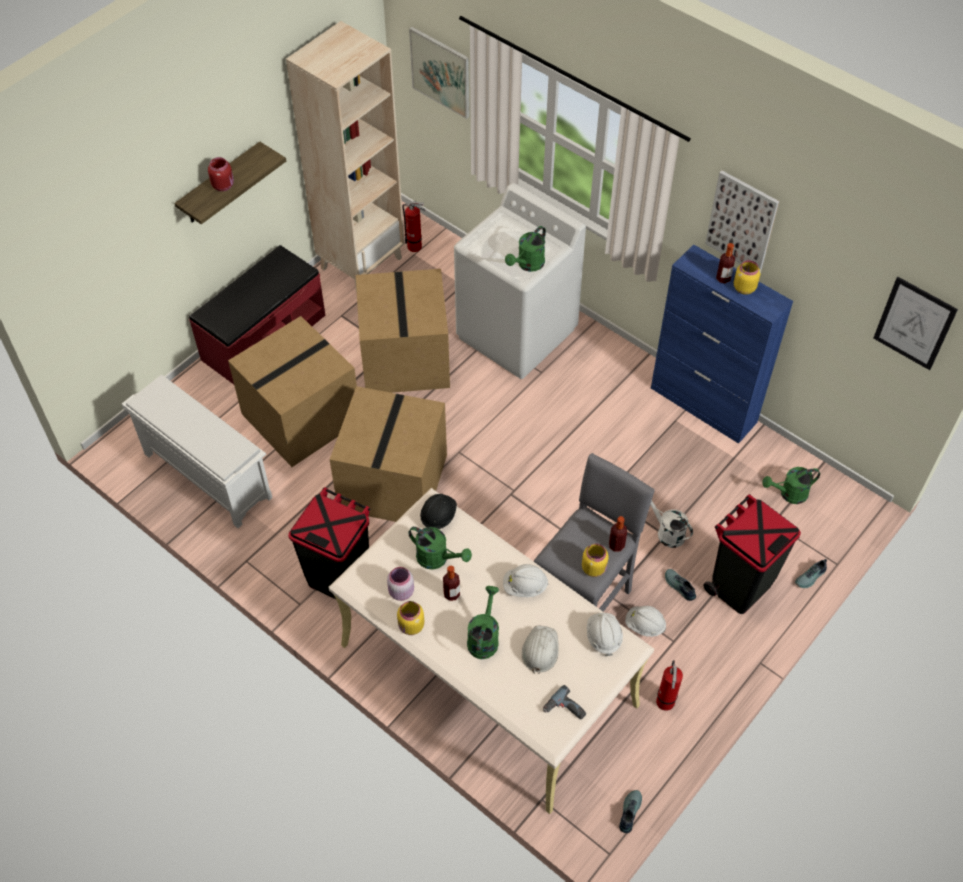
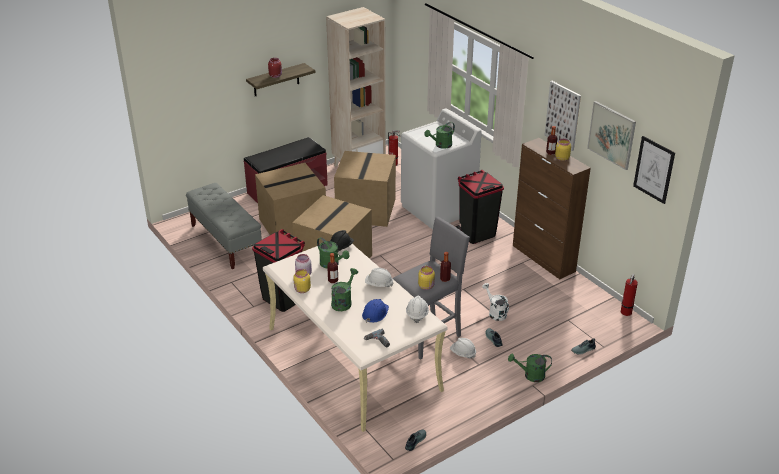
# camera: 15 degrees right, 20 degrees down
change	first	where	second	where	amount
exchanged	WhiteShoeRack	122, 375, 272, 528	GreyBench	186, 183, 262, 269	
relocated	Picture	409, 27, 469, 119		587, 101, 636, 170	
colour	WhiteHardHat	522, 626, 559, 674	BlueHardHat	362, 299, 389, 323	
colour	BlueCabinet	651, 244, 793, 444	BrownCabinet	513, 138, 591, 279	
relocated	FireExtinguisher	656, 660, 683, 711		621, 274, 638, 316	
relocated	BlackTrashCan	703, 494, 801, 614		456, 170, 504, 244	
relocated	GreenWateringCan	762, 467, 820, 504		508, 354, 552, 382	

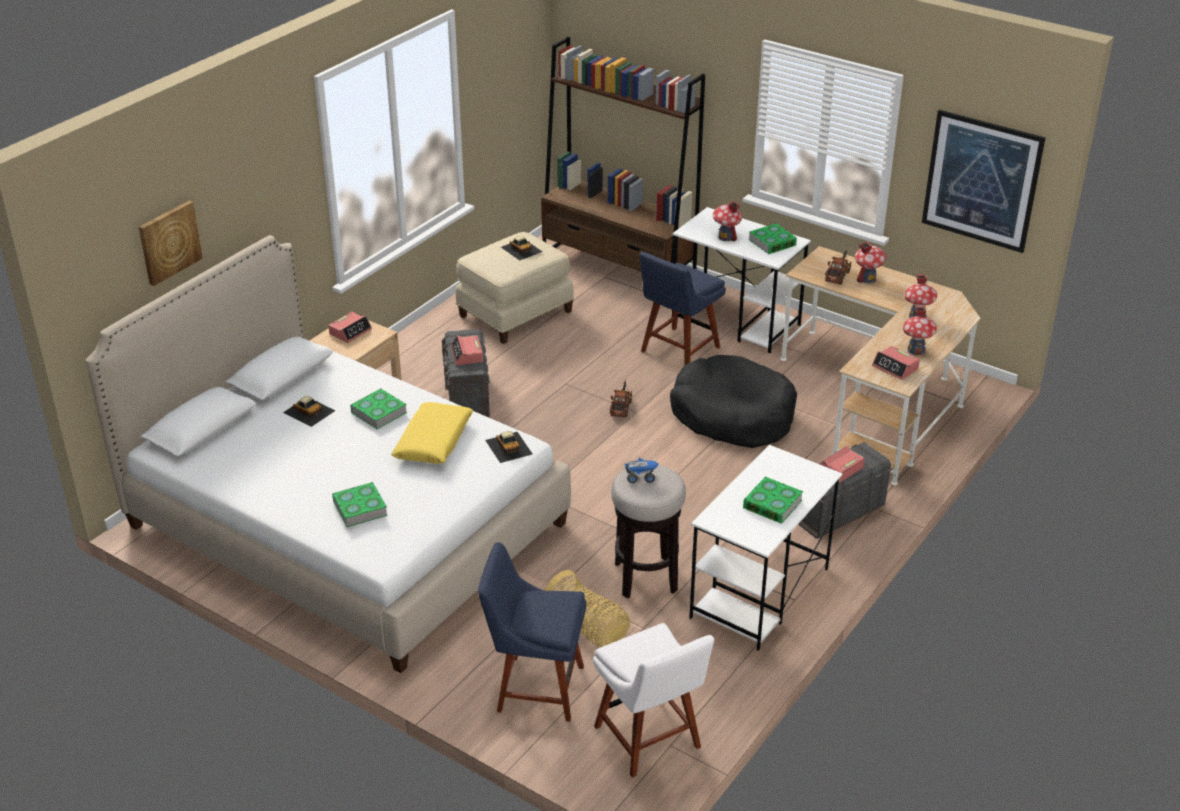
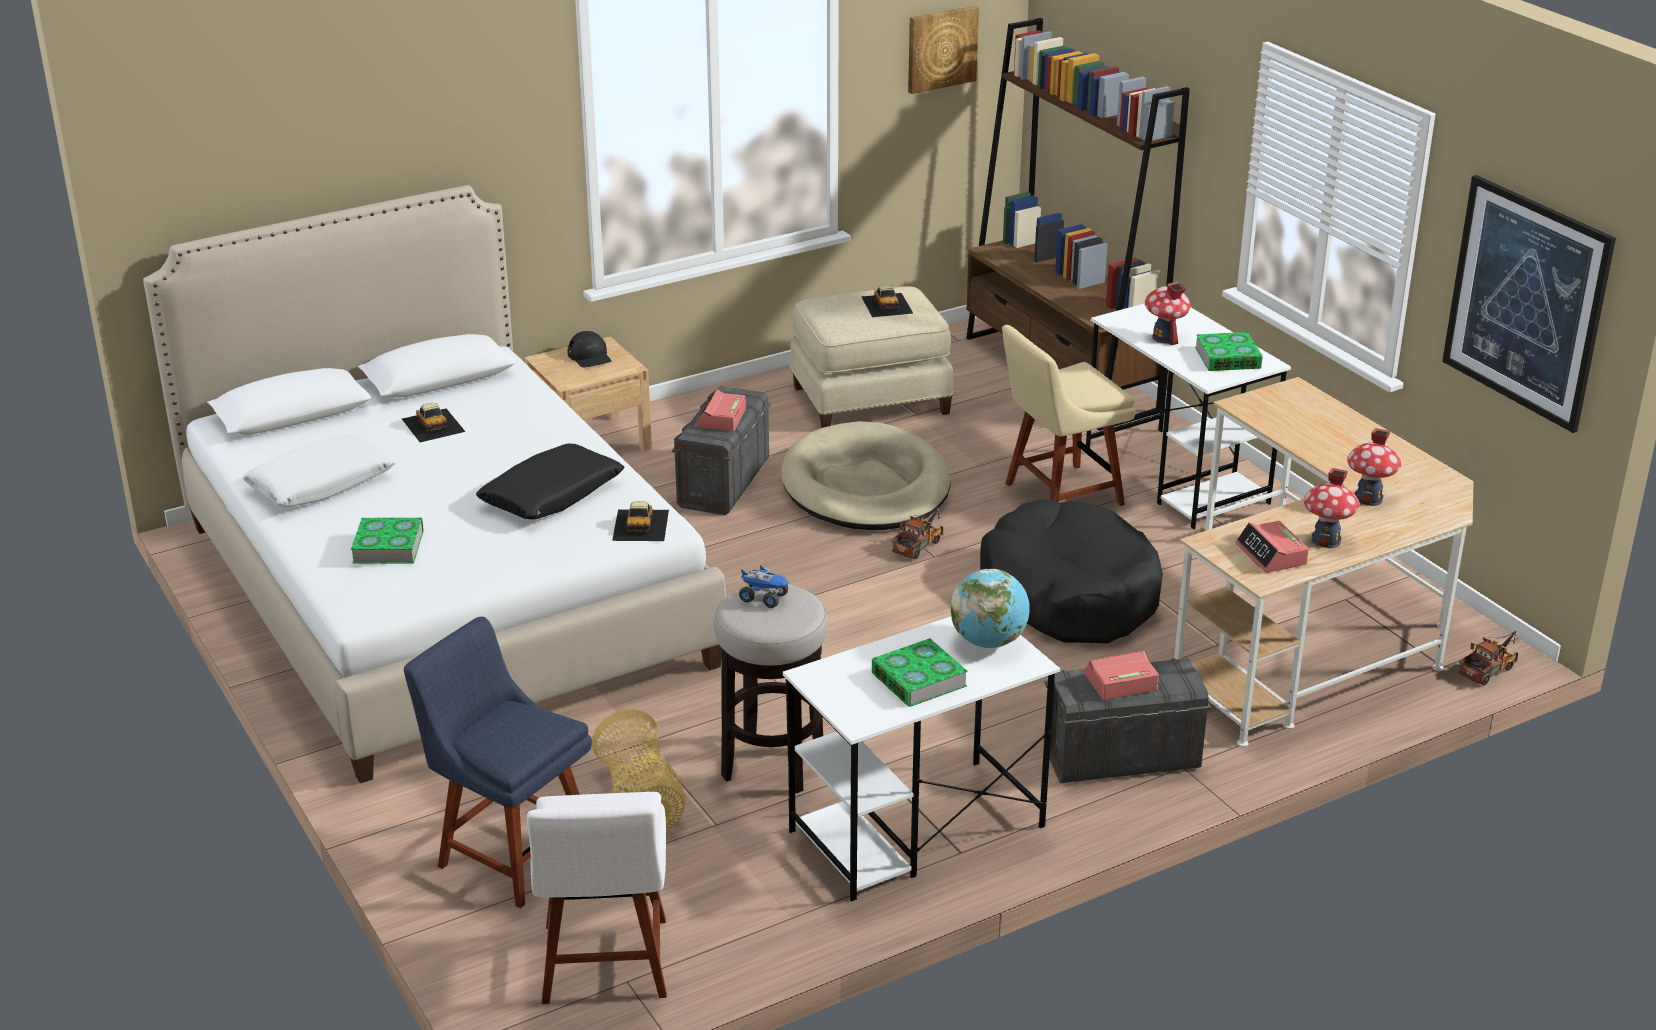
# camera: 25 degrees right, 5 degrees down
change	first	where	second	where	amount
relocated	Picture	139, 201, 203, 286		908, 5, 979, 94	
exchanged	AlarmClock	328, 312, 372, 343	BlackCap	568, 331, 612, 368	
missing	Book	350, 389, 407, 429			
colour	YellowPillow	391, 402, 473, 464	BlackPillow	476, 443, 624, 519	
colour	BlueChair	639, 252, 726, 365	BeigeChair	1002, 325, 1136, 506	
relocated	ToyTruck	825, 249, 851, 285		1459, 631, 1518, 685	
missing	ToyHouse	855, 241, 886, 283			
appeared			WhitePillow	243, 435, 395, 507	
appeared			BeigeDogBed	781, 421, 951, 530	
appeared			Globe	951, 569, 1030, 648	

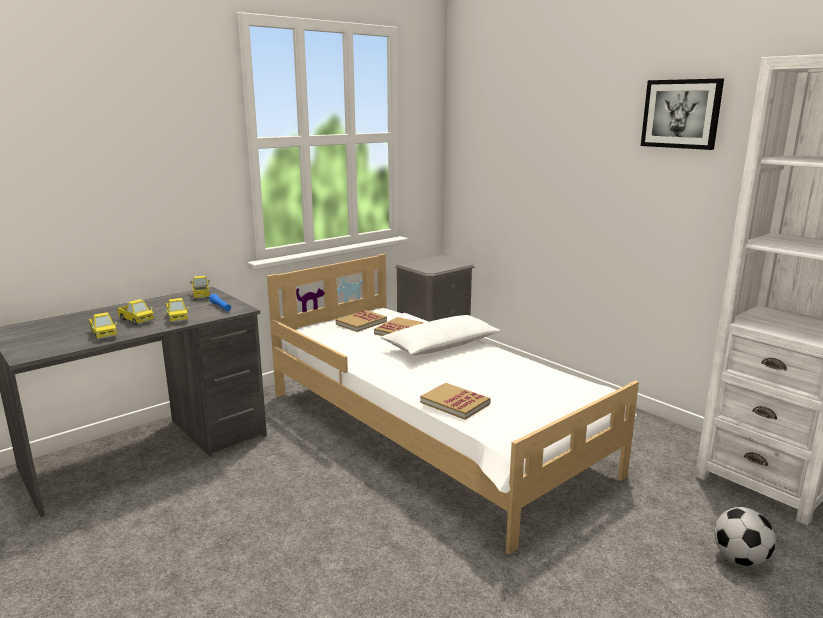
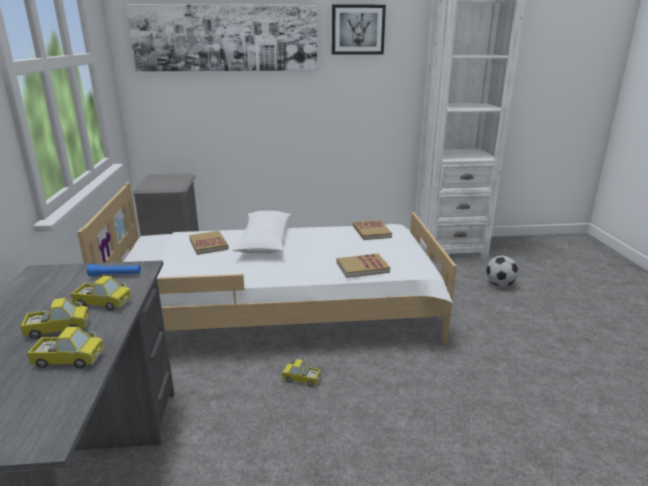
# camera: 55 degrees left, 5 degrees up
change	first	where	second	where	amount
relocated	ToyTruck	190, 276, 210, 299		282, 359, 321, 387	
relocated	Book	336, 310, 387, 332		353, 220, 392, 240	
appeared			Picture	126, 4, 317, 72	

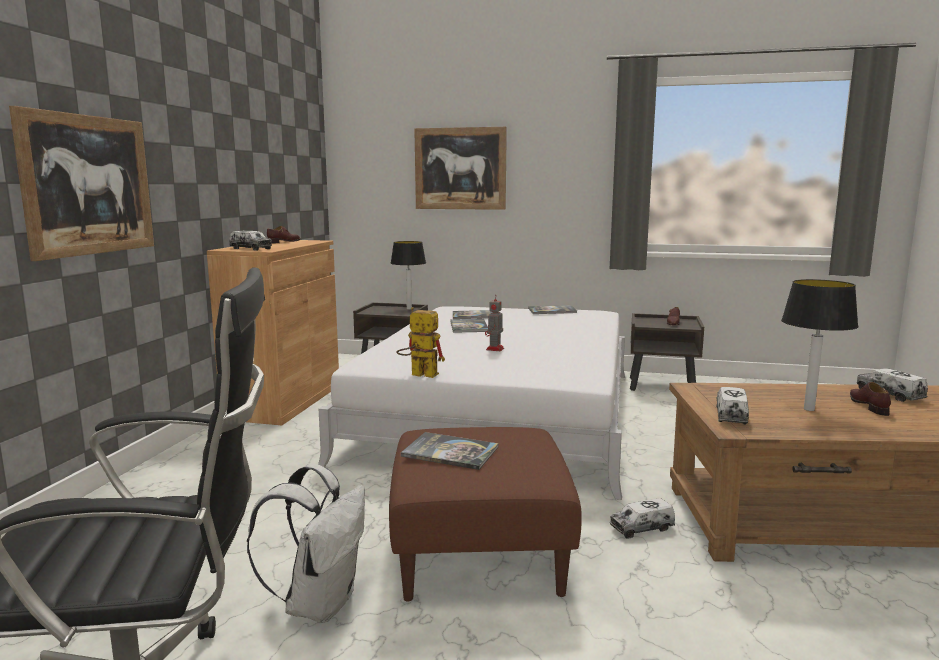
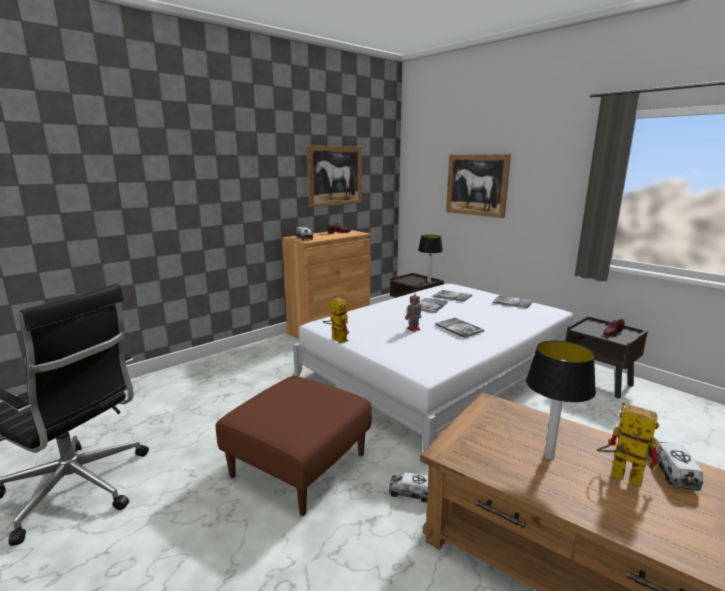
# camera: 35 degrees right, 5 degrees up
change	first	where	second	where	amount
relocated	Picture	9, 106, 154, 261		307, 145, 362, 207	
missing	WhiteBackpack	247, 464, 365, 623			
relocated	Book	401, 432, 499, 470		435, 318, 484, 338	
missing	ToyTruck	716, 387, 749, 425			
exchanged	BrownShoe	850, 382, 891, 416	ToyRobot	597, 402, 659, 487	

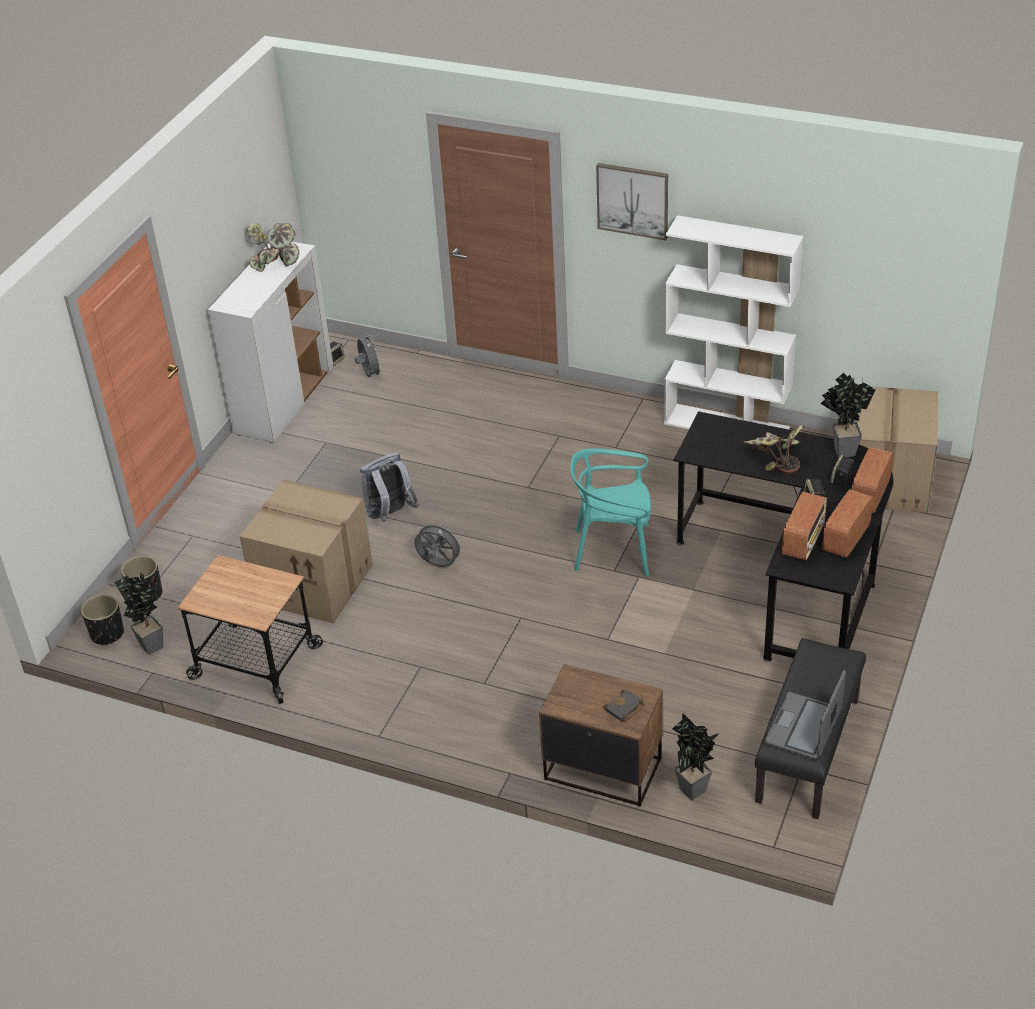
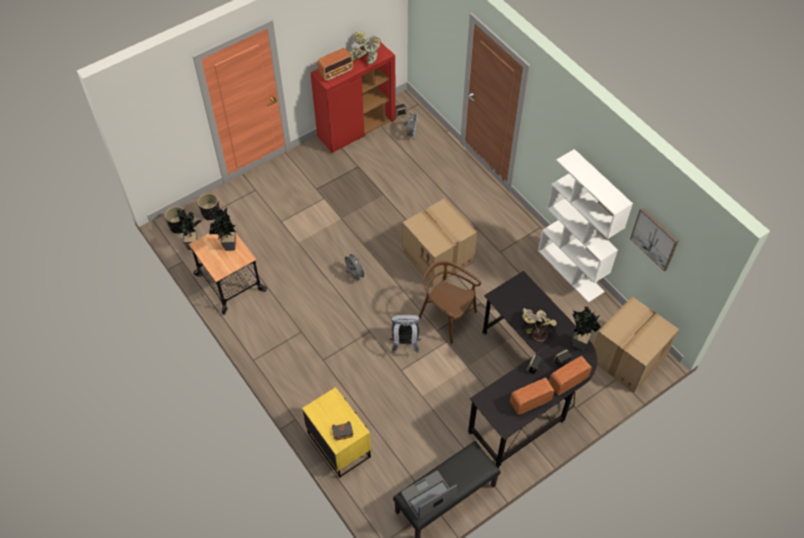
# camera: 30 degrees right, 15 degrees up
change	first	where	second	where	amount
colour	WhiteCabinet	208, 242, 333, 443	RedCabinet	310, 42, 396, 153	
relocated	CardboardBox	240, 480, 373, 623		403, 198, 477, 287	
relocated	GreyBackpack	360, 452, 419, 522		390, 315, 421, 353	
colour	BrownNightstand	539, 664, 663, 807	YellowNightstand	302, 387, 371, 478	
colour	TurquoiseChair	571, 448, 651, 576	BrownChair	419, 261, 481, 344	
relocated	Picture	596, 163, 668, 240		630, 207, 679, 271	
relocated	PottedPlant	672, 713, 718, 800		209, 208, 236, 251	
relocated	Radio	782, 492, 827, 560		317, 48, 353, 81	

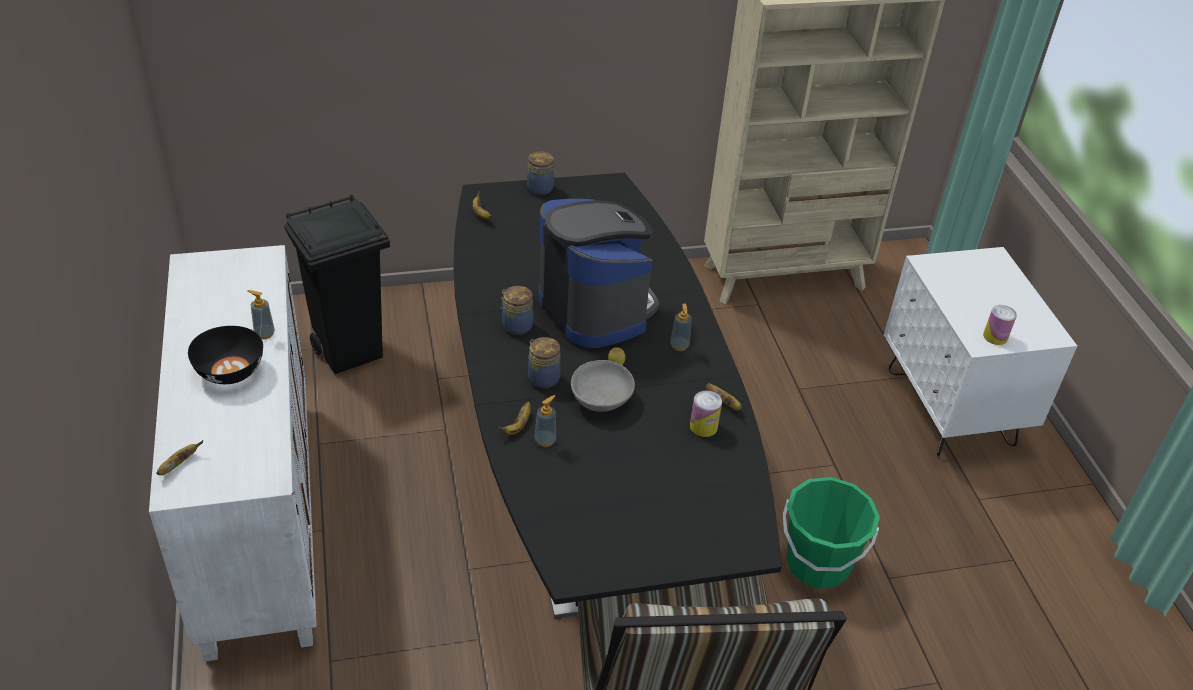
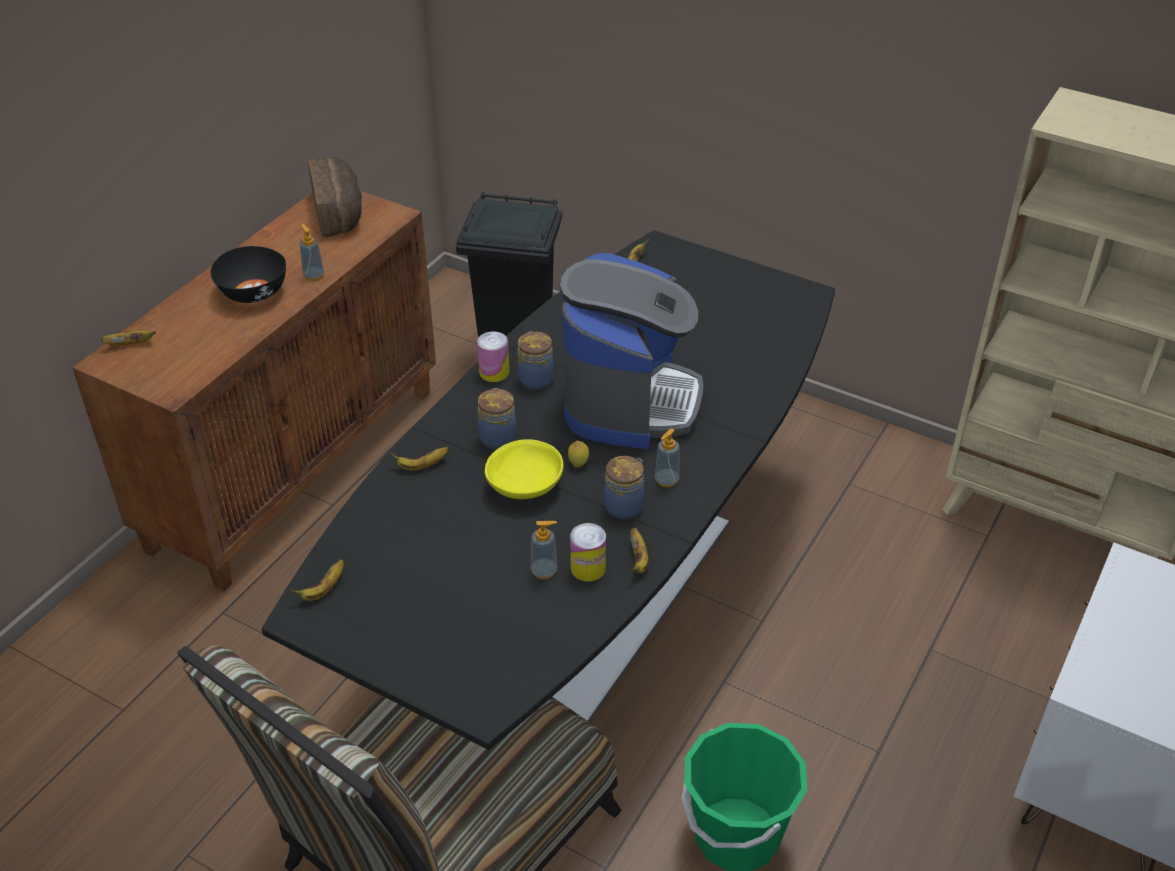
# camera: 45 degrees right, 0 degrees up
change	first	where	second	where	amount
colour	WhiteCabinet	149, 245, 317, 661	BrownCabinet	72, 191, 436, 592	
relocated	Jar	527, 151, 554, 195		604, 456, 645, 519	
relocated	SoapDispenser	535, 395, 556, 447		530, 521, 557, 580	
colour	GreyBowl	571, 360, 635, 412	YellowBowl	485, 439, 564, 499	
relocated	Can	983, 305, 1017, 345		477, 332, 509, 382	
appeared			Banana	290, 559, 344, 601	
appeared			Bread	308, 157, 362, 237	

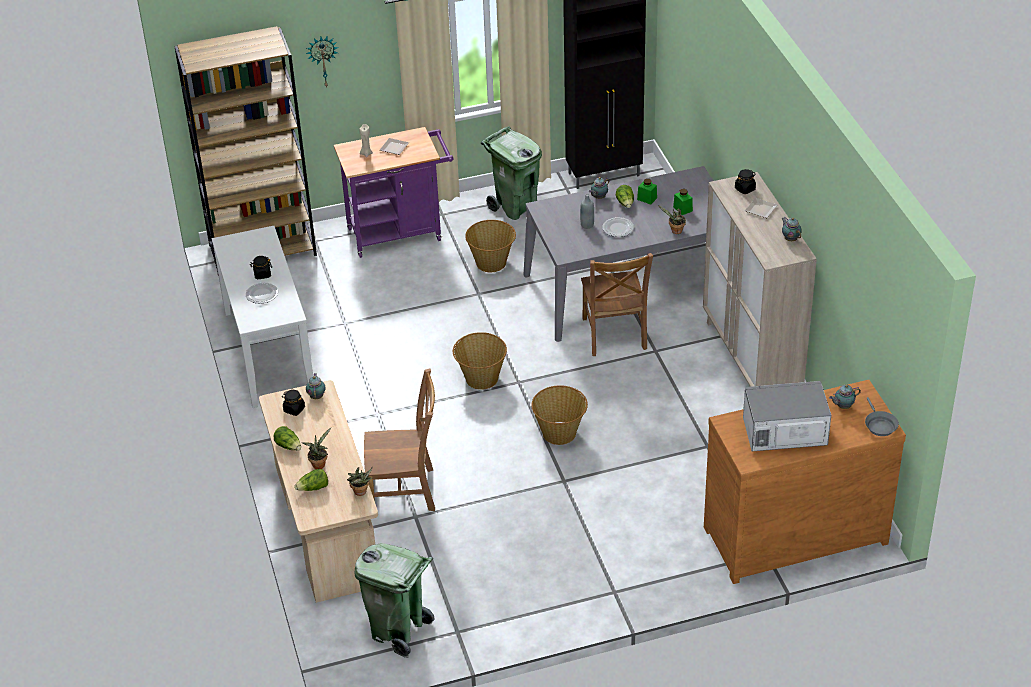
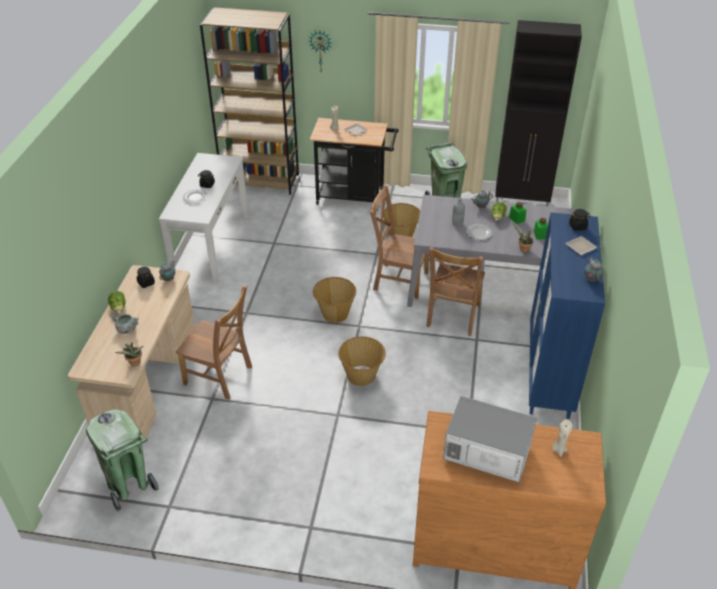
# camera: 25 degrees right, 0 degrees up
change	first	where	second	where	amount
missing	Lettuce	295, 469, 328, 491			
exchanged	PottedPlant	302, 428, 331, 469	GreyCookingPot	109, 314, 139, 334	
colour	PurpleCart	334, 127, 453, 258	BlackCart	310, 118, 399, 208	
colour	BeigeCabinet	703, 172, 817, 387	BlueCabinet	529, 212, 605, 419	
exchanged	Teapot	829, 385, 861, 409	BeigeCandle	552, 419, 573, 457	
missing	GreyFryingPan	865, 397, 899, 436			
appeared			BrownChair	370, 185, 429, 299	

